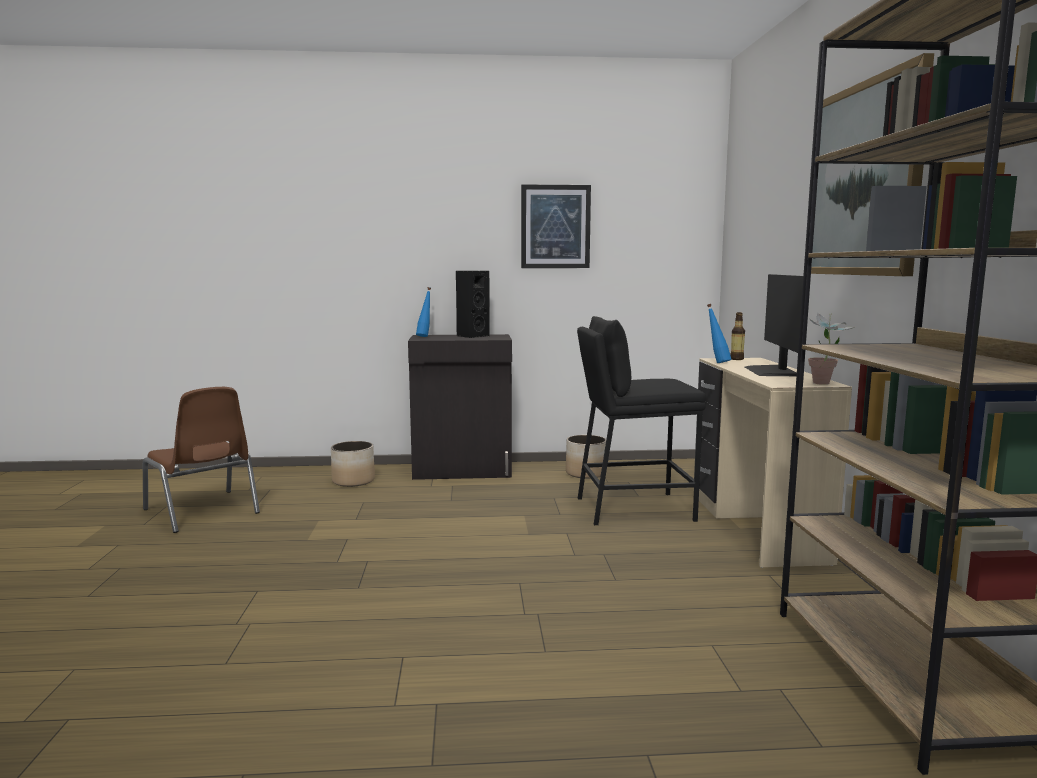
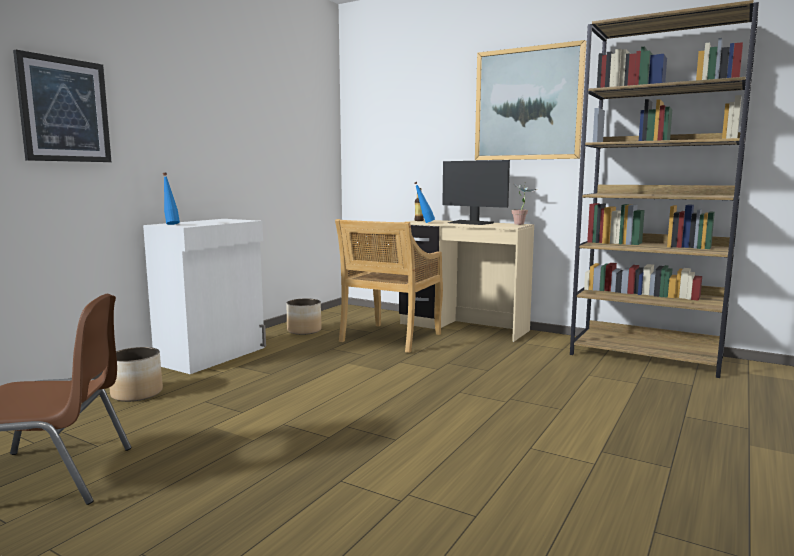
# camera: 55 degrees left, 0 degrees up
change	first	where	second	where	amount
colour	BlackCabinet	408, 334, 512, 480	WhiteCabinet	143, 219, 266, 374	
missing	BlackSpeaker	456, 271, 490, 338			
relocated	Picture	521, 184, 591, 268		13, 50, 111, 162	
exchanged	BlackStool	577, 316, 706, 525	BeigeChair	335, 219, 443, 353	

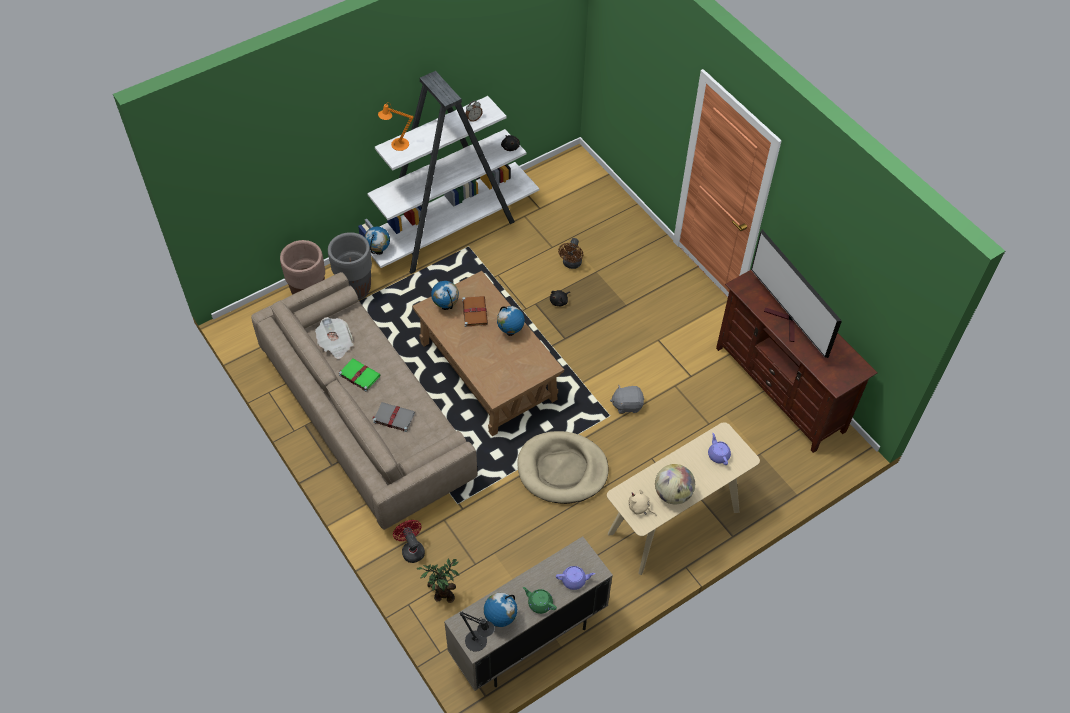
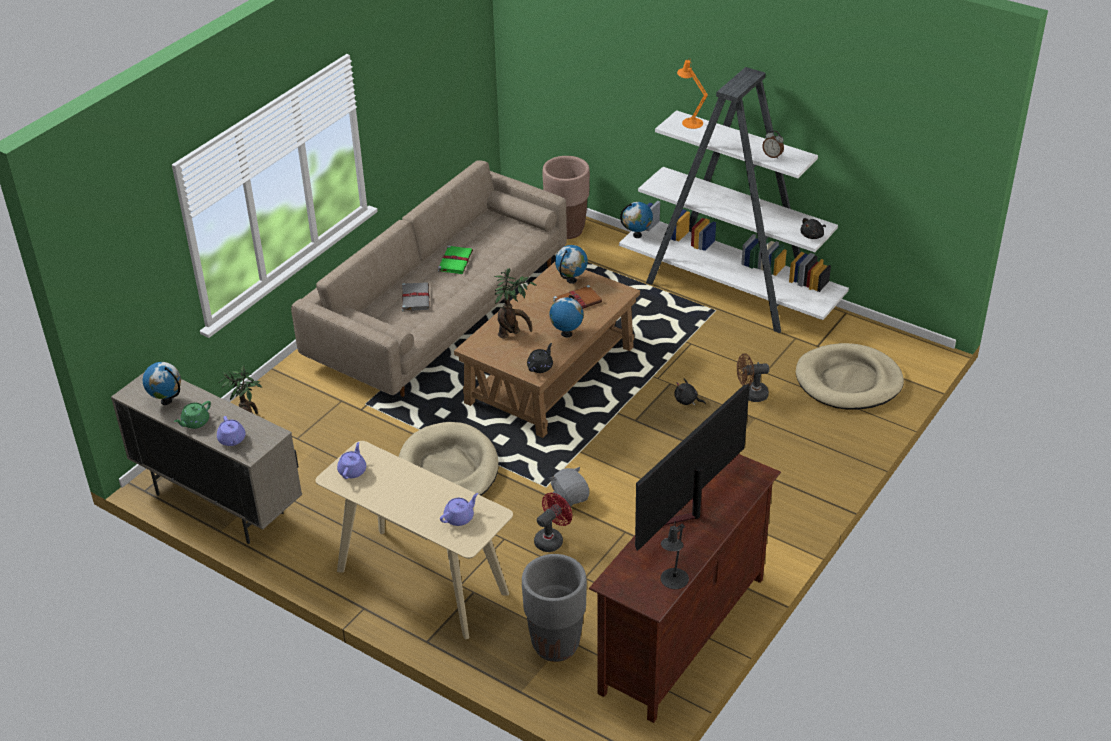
# camera: 70 degrees right, 15 degrees down
change	first	where	second	where	amount
missing	Newspaper	315, 317, 354, 359			
relocated	GreyPlanter	328, 232, 372, 300		522, 554, 587, 662	
relocated	RedFan	393, 520, 425, 563		534, 493, 573, 552	
relocated	BlackTableLamp	459, 612, 495, 652		660, 521, 689, 589	
spun	GreenTeapot	523, 587, 557, 614		174, 401, 211, 429	150 degrees counterclockwise
exchanged	BeigePlushToy	628, 489, 656, 515	PurpleTeapot	337, 442, 366, 479	
missing	Globe	655, 464, 695, 504			
appeared			PottedPlant	494, 268, 537, 339	
appeared			BlackTeapot	527, 343, 553, 373	
appeared			BeigeDogBed	796, 343, 904, 410	

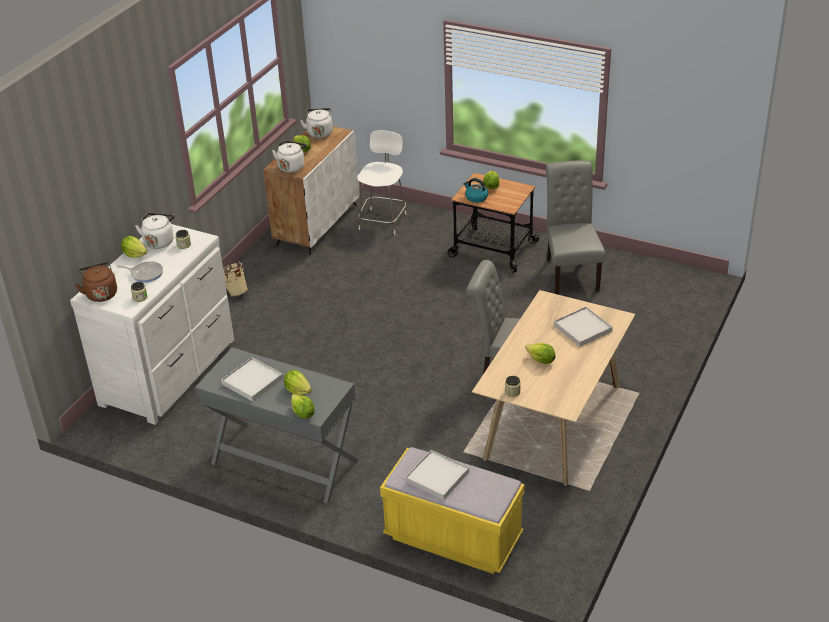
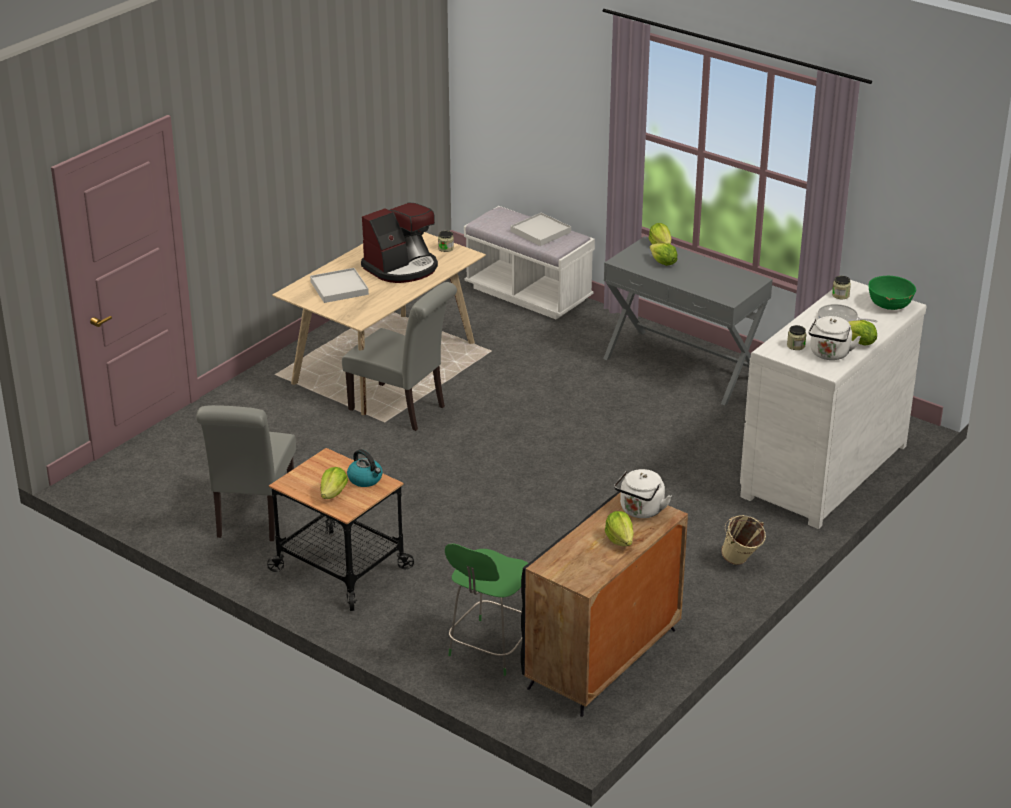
# camera: 170 degrees left, 5 degrees down
change	first	where	second	where	amount
exchanged	BrownKettle	75, 262, 117, 302	GreenBowl	868, 276, 916, 310	
missing	WhiteTray	221, 357, 283, 402			
colour	WhiteCabinet	263, 126, 360, 255	BlackCabinet	521, 491, 688, 717	
missing	WhiteKettle	300, 108, 333, 138			
colour	WhiteChair	357, 130, 407, 235	GreenChair	445, 543, 528, 676	
colour	YellowBench	380, 447, 524, 574	WhiteBench	464, 206, 595, 319	
exchanged	Lettuce	525, 343, 556, 364	CoffeeMachine	361, 202, 438, 283	

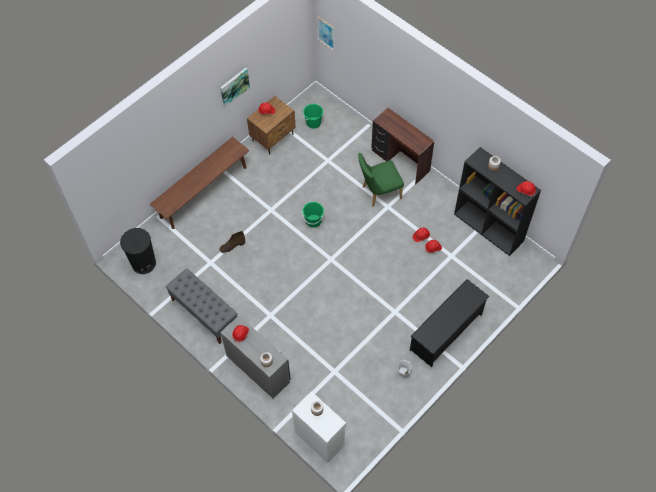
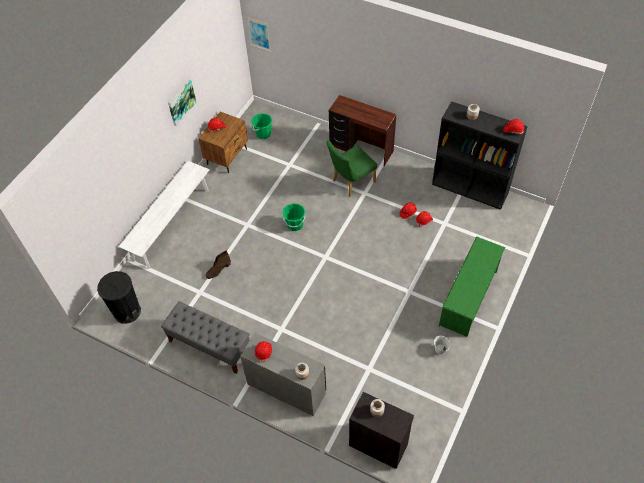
# camera: 15 degrees left, 5 degrees down
change	first	where	second	where	amount
colour	BrownBench	150, 137, 250, 229	WhiteBench	119, 161, 210, 269	
colour	WhiteCabinet	292, 391, 346, 463	BlackCabinet	349, 392, 414, 469	
colour	BlackShoeRack	410, 279, 489, 367	GreenShoeRack	439, 236, 505, 337	

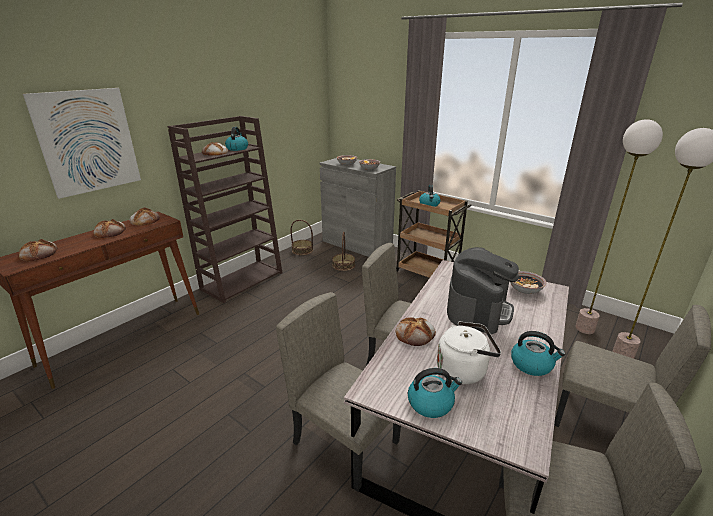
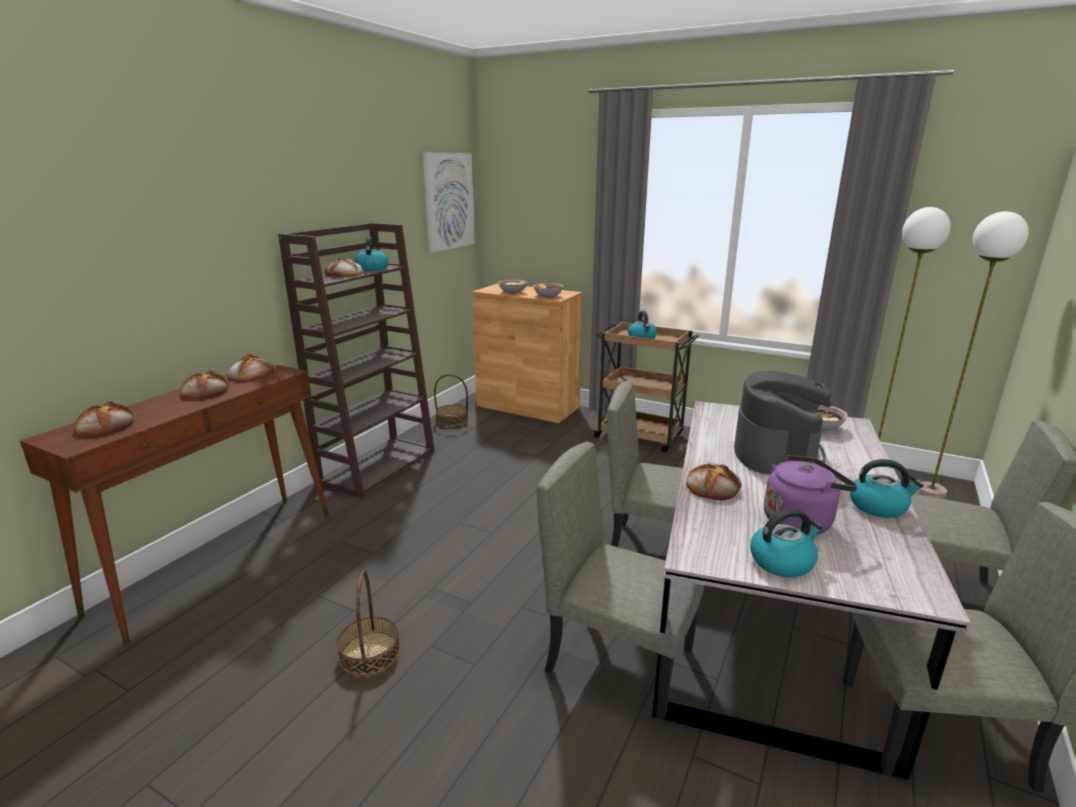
# camera: 10 degrees left, 5 degrees down
change	first	where	second	where	amount
relocated	Picture	23, 88, 141, 199		423, 153, 475, 253	
colour	GreyCabinet	320, 158, 396, 257	BrownCabinet	472, 284, 583, 423	
relocated	Basket	332, 232, 355, 271		337, 570, 400, 676	
colour	WhiteKettle	437, 321, 501, 384	PurpleKettle	764, 455, 858, 535	

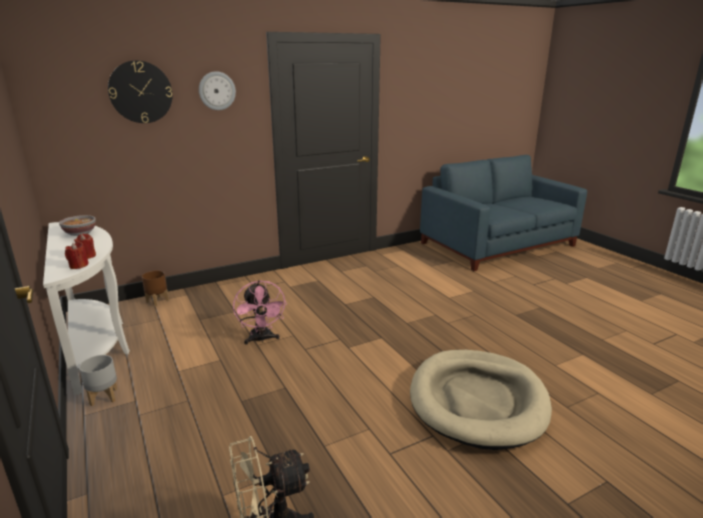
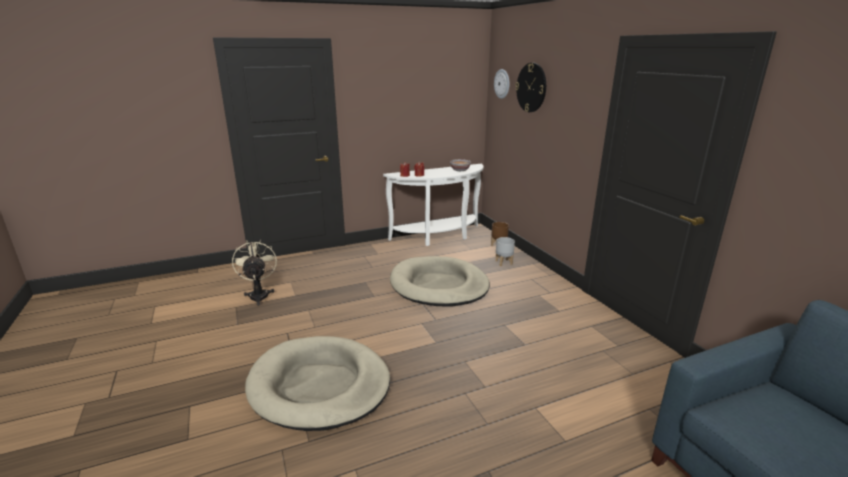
# camera: 95 degrees right, 0 degrees up
change	first	where	second	where	amount
relocated	GreyPlanter	79, 355, 118, 406		495, 237, 515, 266	
relocated	WallClock	199, 71, 236, 110		494, 69, 510, 99	
exchanged	PinkFan	233, 280, 287, 345	BeigeDogBed	390, 256, 490, 307	

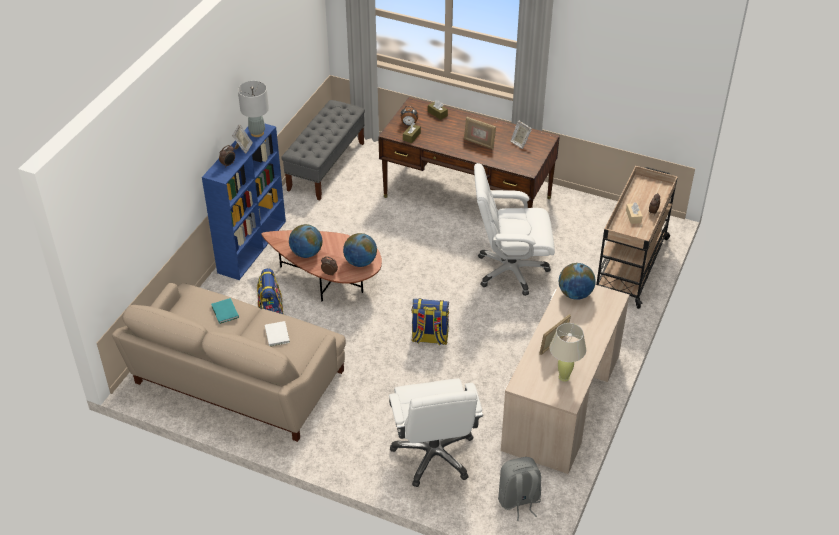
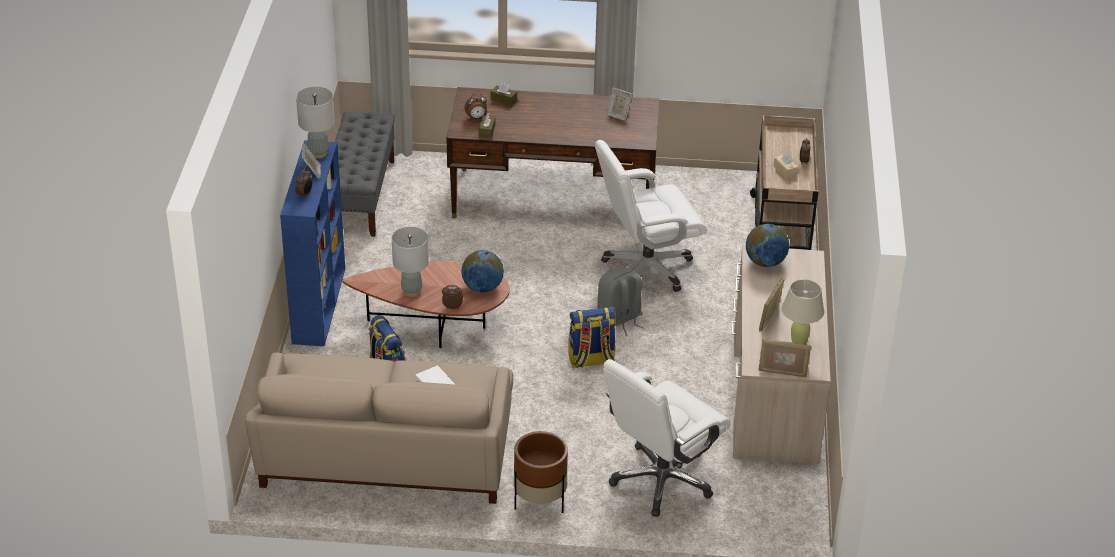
# camera: 20 degrees left, 5 degrees down
change	first	where	second	where	amount
missing	TurquoiseBook	211, 298, 239, 324			
exchanged	Globe	289, 224, 322, 258	GreyTableLamp	392, 227, 429, 297	
spun	WhiteOfficeChair	389, 378, 483, 487		603, 359, 731, 517	75 degrees clockwise
relocated	PictureFrame	464, 117, 496, 149		758, 339, 811, 377	
relocated	GreyBackpack	498, 457, 541, 521		597, 267, 644, 336	
appeared			BrownPlanter	514, 431, 568, 513	

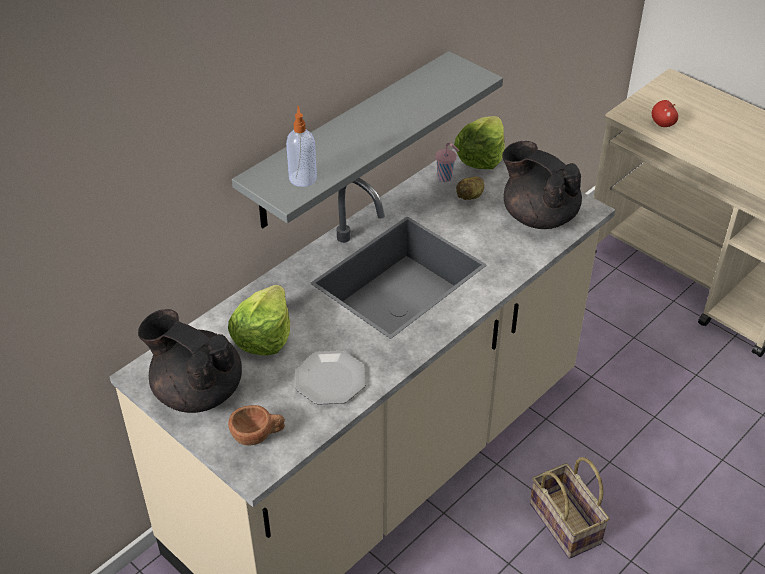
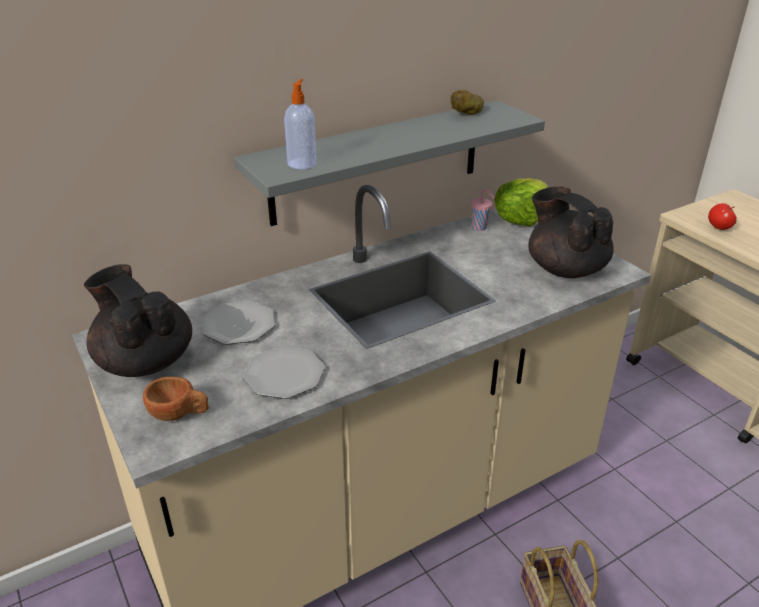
# camera: 15 degrees right, 10 degrees down
change	first	where	second	where	amount
exchanged	Lettuce	228, 285, 290, 356	Plate	202, 301, 275, 345	
relocated	Potato	456, 177, 484, 200		450, 90, 484, 115	

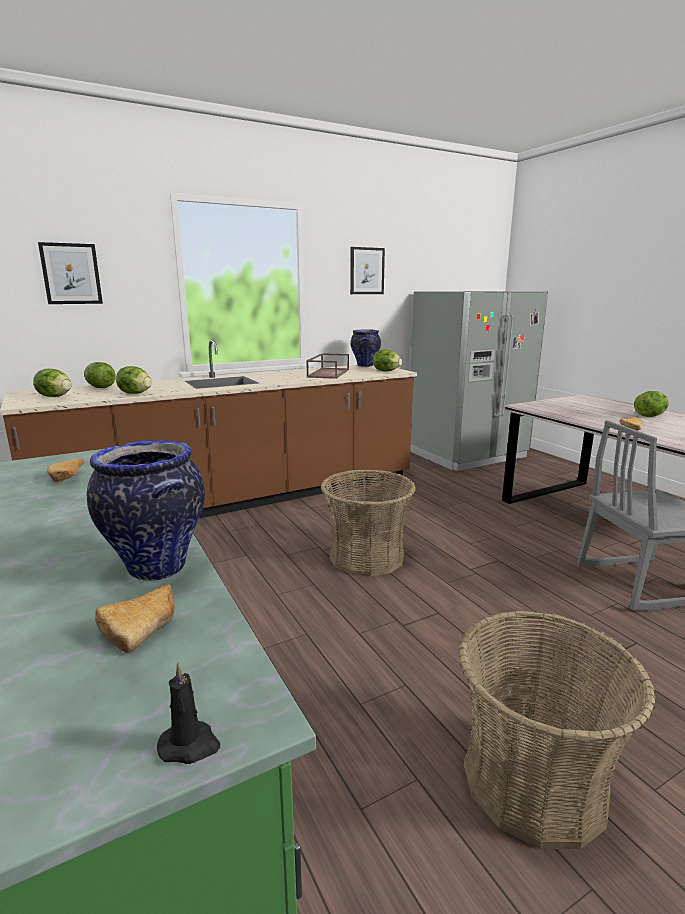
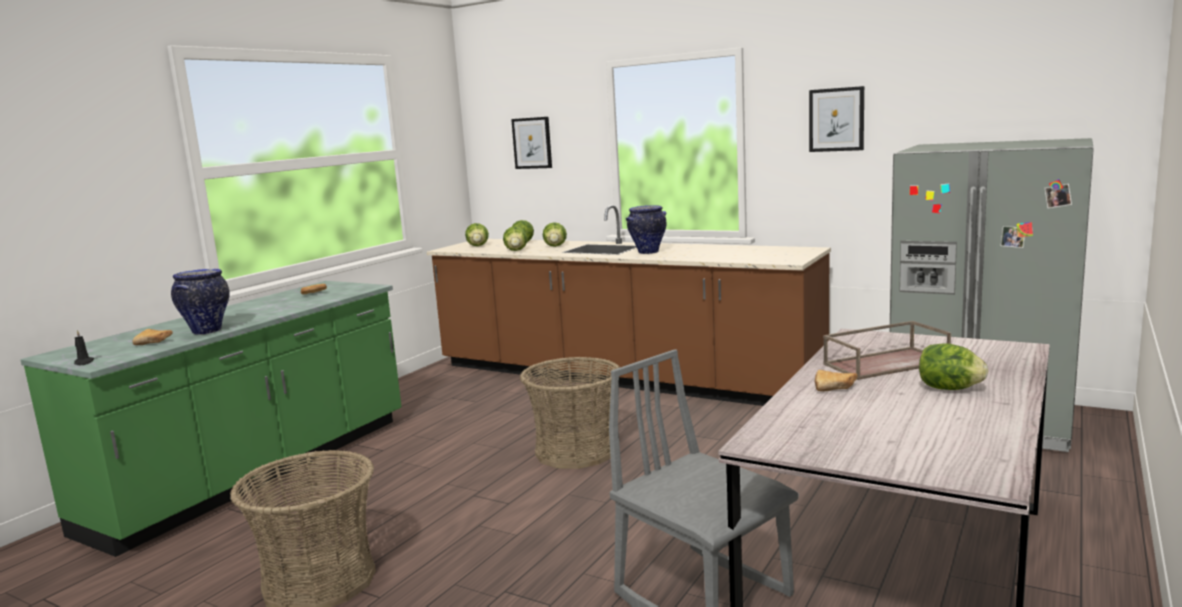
# camera: 60 degrees right, 5 degrees down
change	first	where	second	where	amount
relocated	BrownTray	306, 353, 349, 379		823, 321, 951, 380	
relocated	Vase	351, 329, 381, 367		626, 205, 667, 254	
relocated	Lettuce	373, 350, 402, 371		543, 222, 567, 247	

